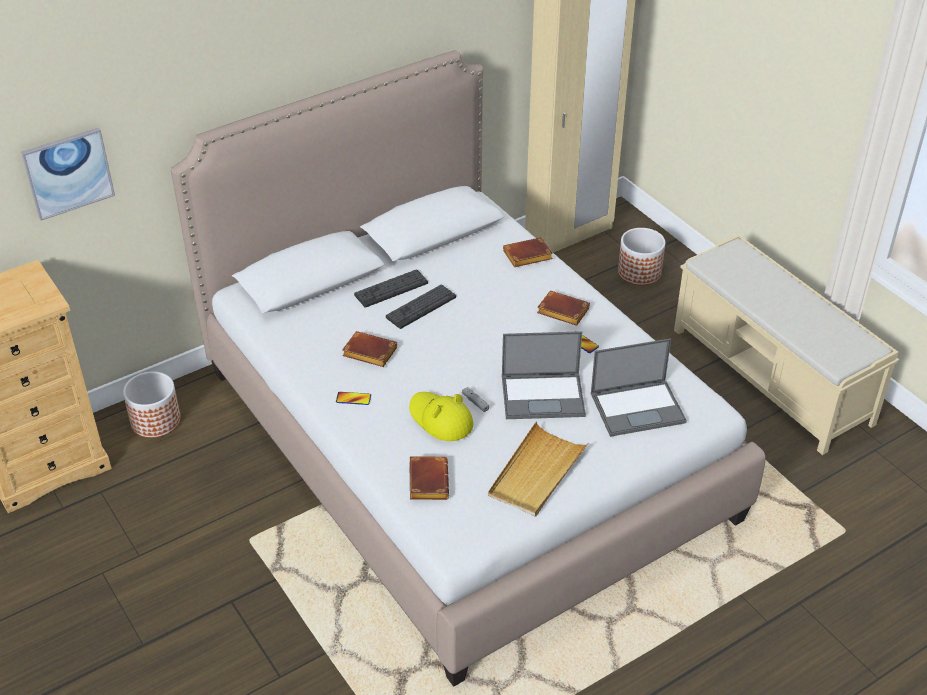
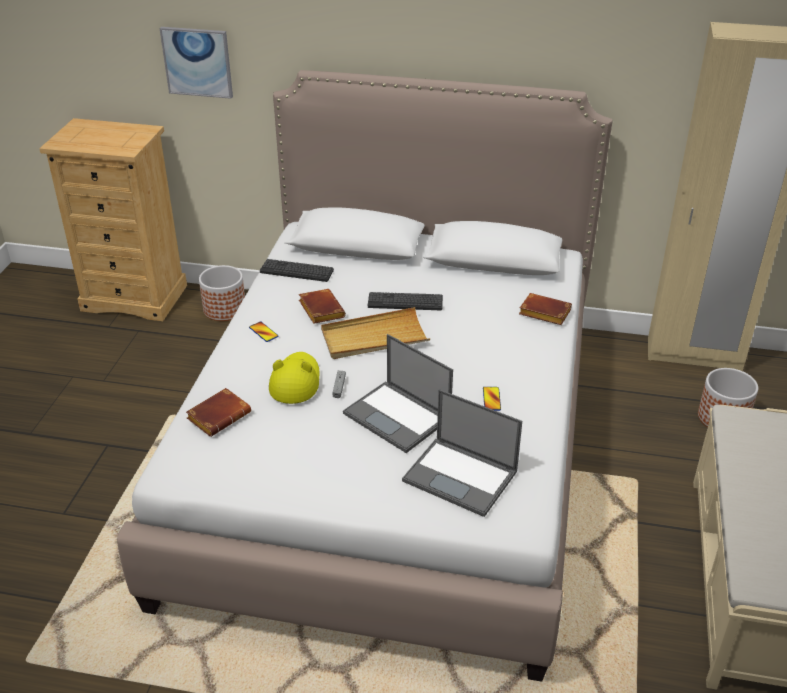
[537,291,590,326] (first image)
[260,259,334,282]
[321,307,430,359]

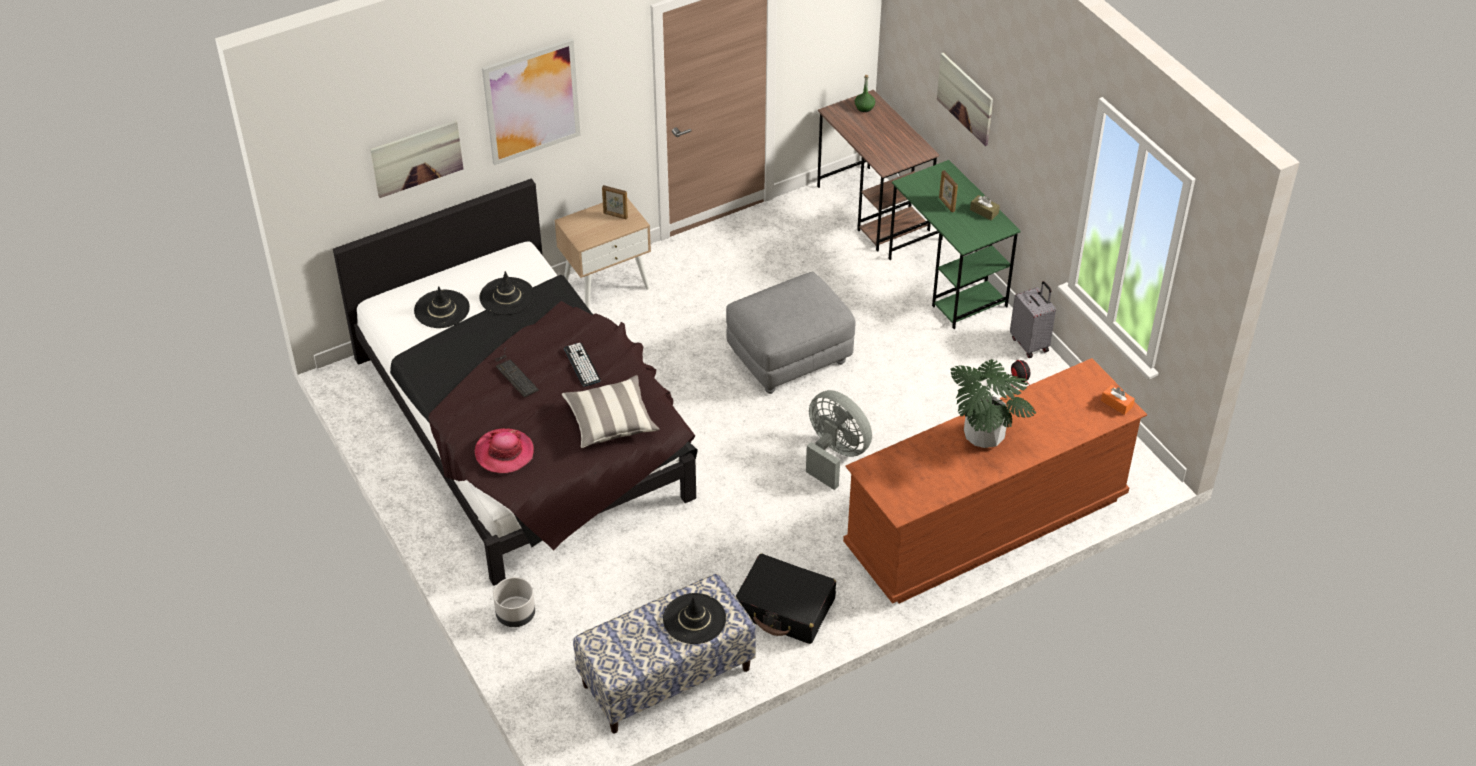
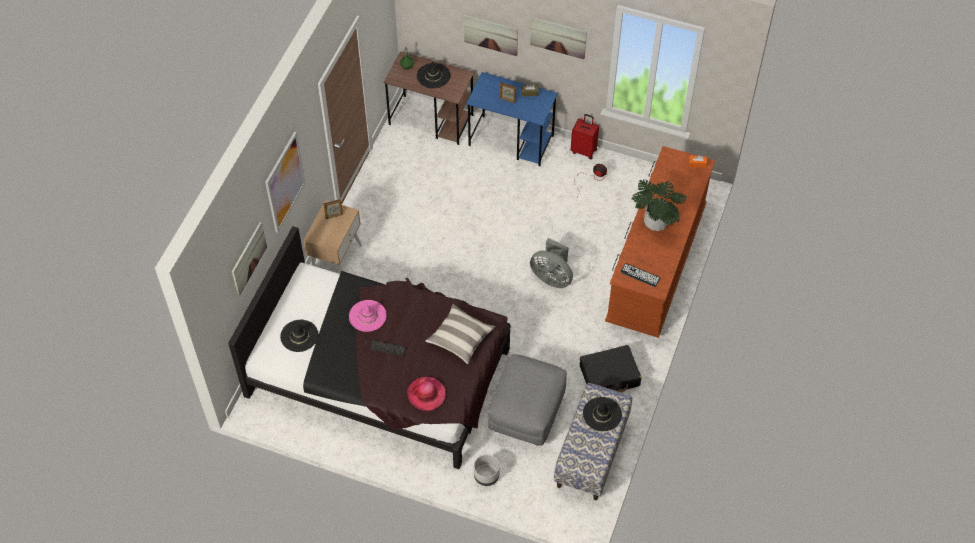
[349,300,387,332]
[530,17,587,59]
[417,61,451,89]
[620,263,660,287]
[488,354,567,446]
[466,72,558,166]
[571,114,599,159]
[530,238,573,288]

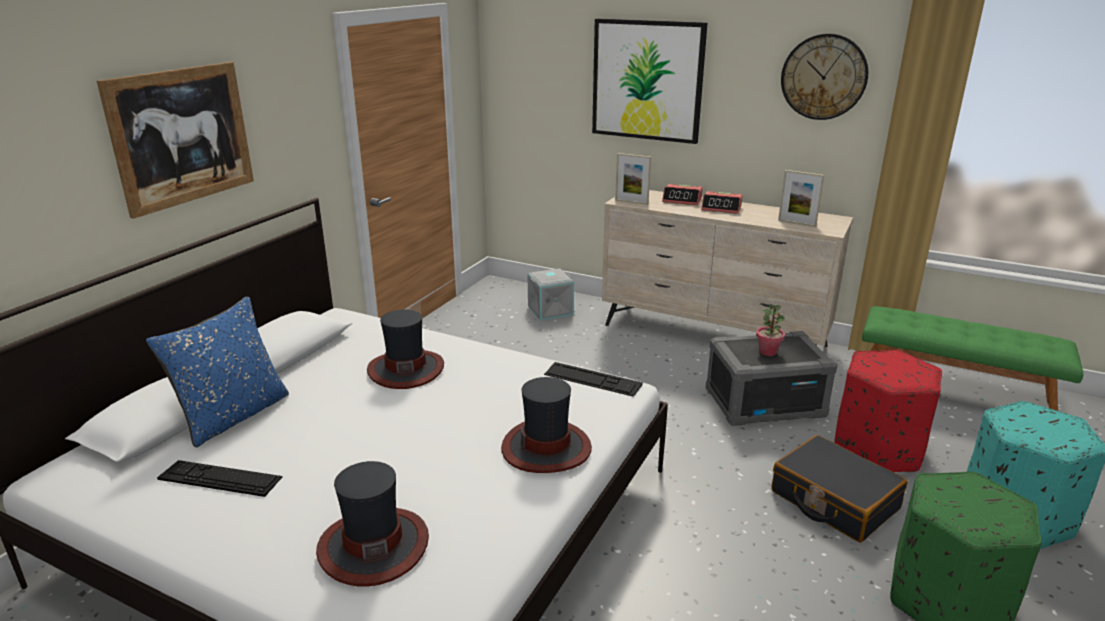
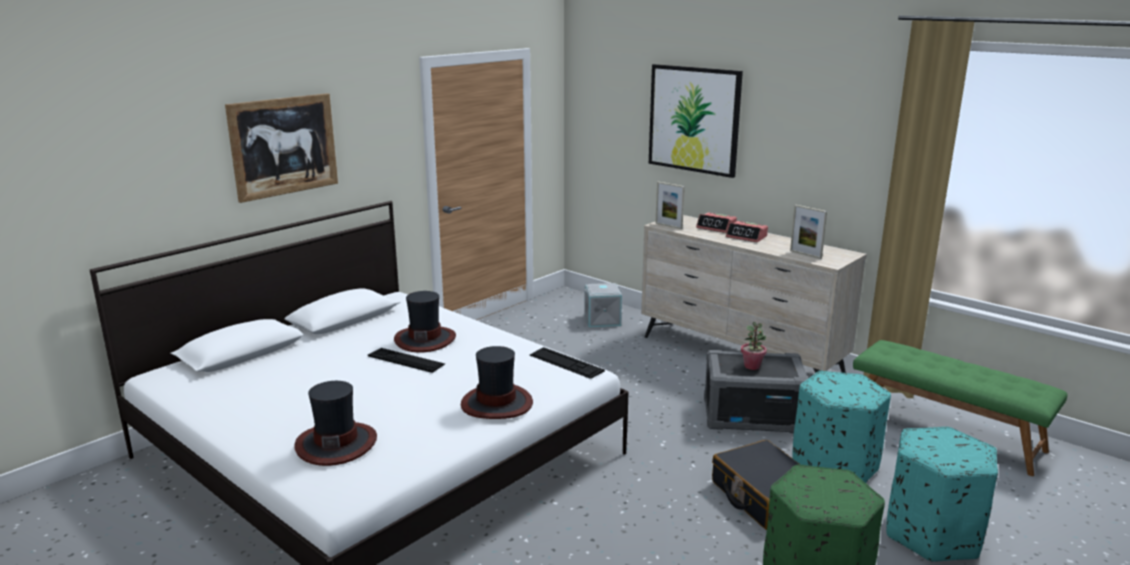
[146,297,289,447] (first image)
[781,34,868,120] (first image)
[368,348,445,373]
[792,371,891,483]

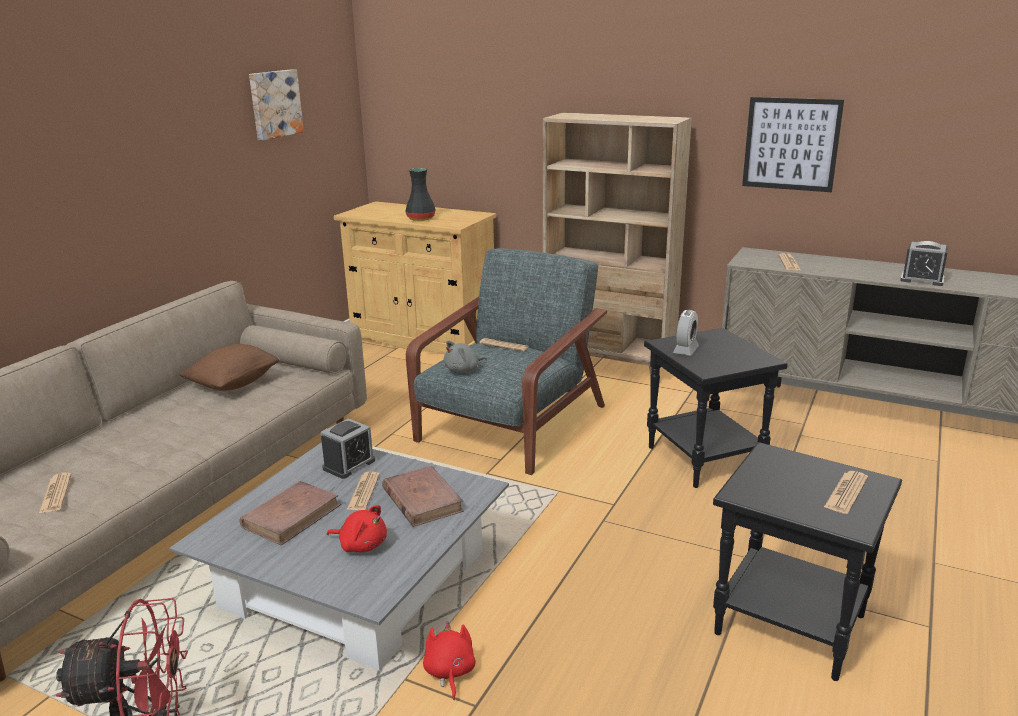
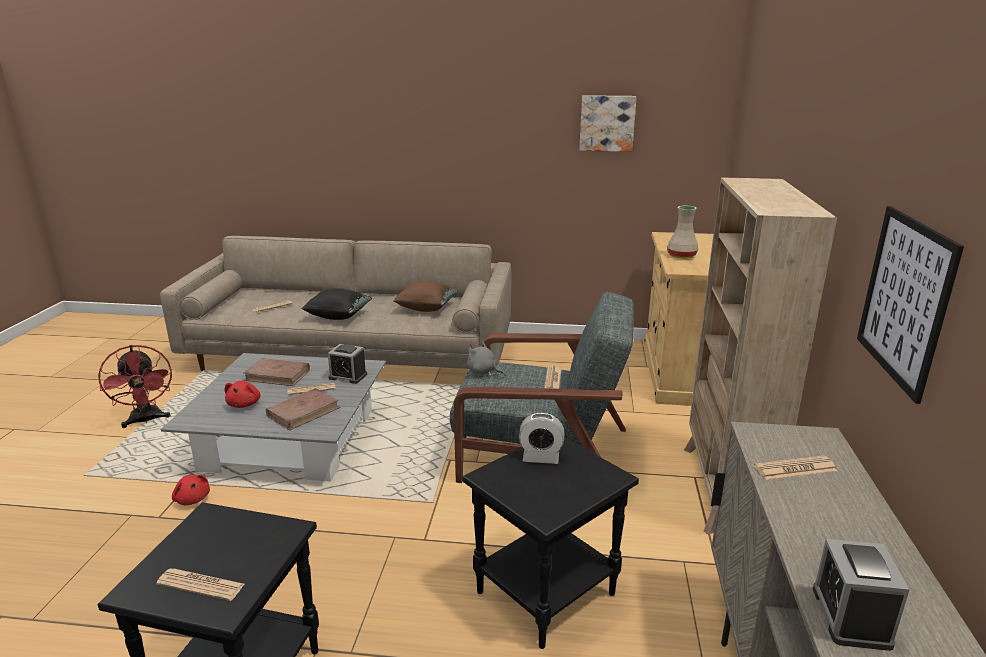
[302,288,373,320]
[667,206,699,259]
[172,475,210,505]

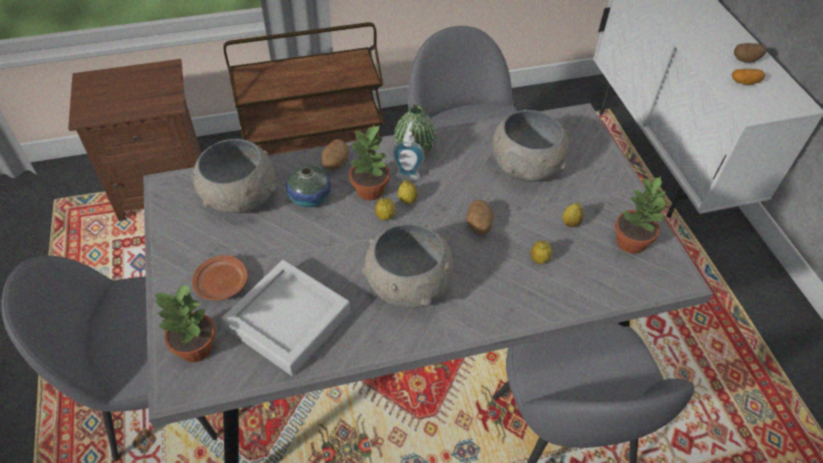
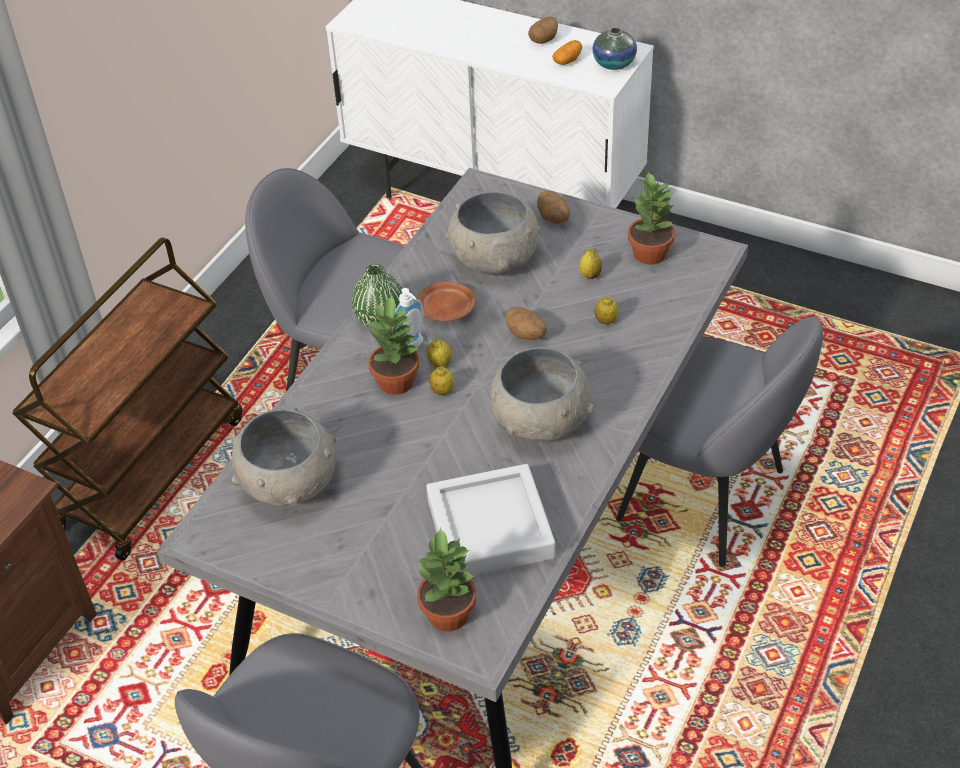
[418,282,475,322]
[593,28,637,70]
[537,191,570,224]

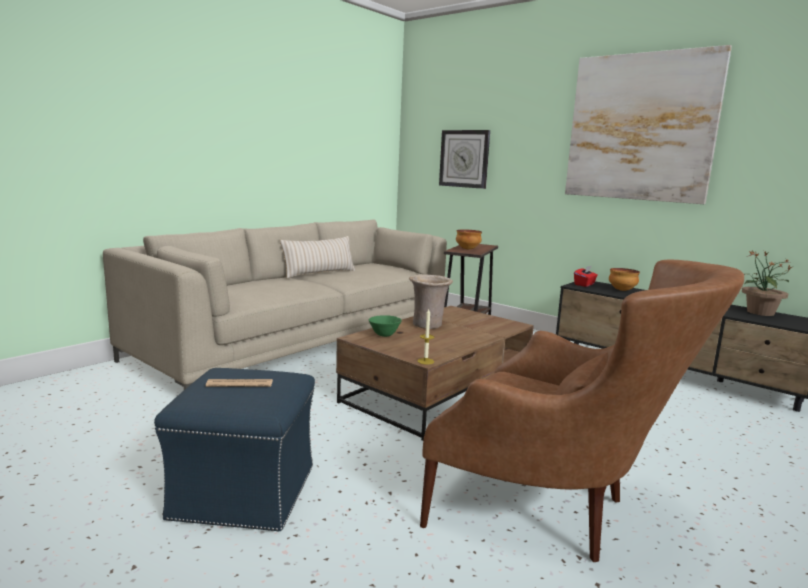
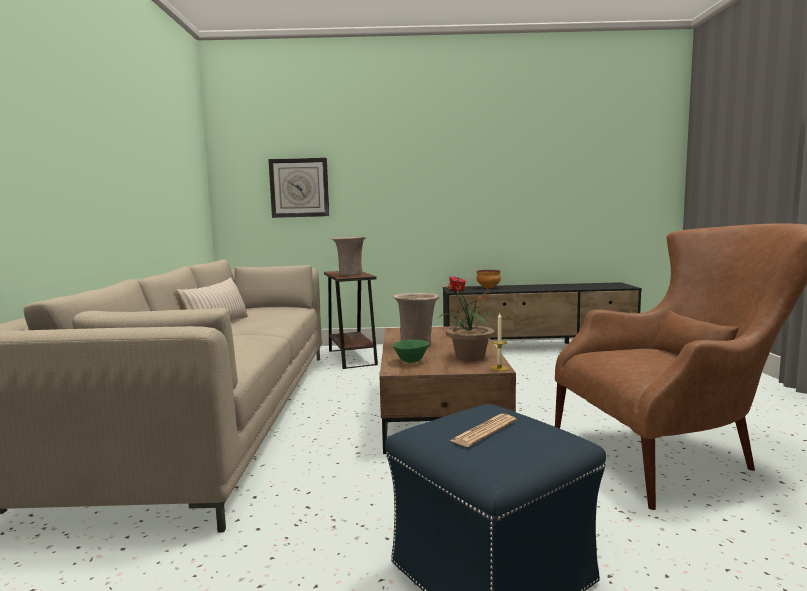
[565,45,732,204] (first image)
[439,283,494,361]
[332,237,366,276]

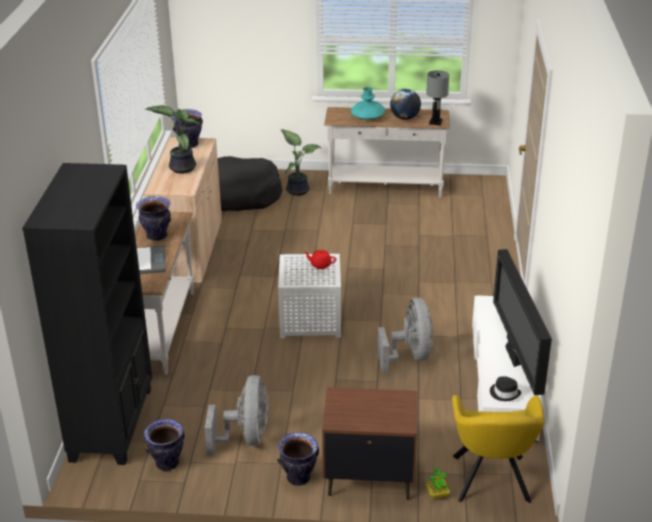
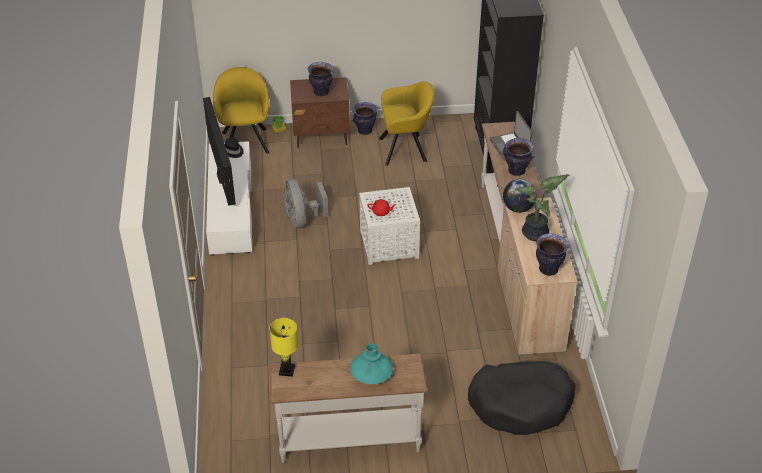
[281,129,321,196] (first image)
[308,62,333,96]
[503,179,537,213]
[379,81,434,166]
[270,318,299,376]

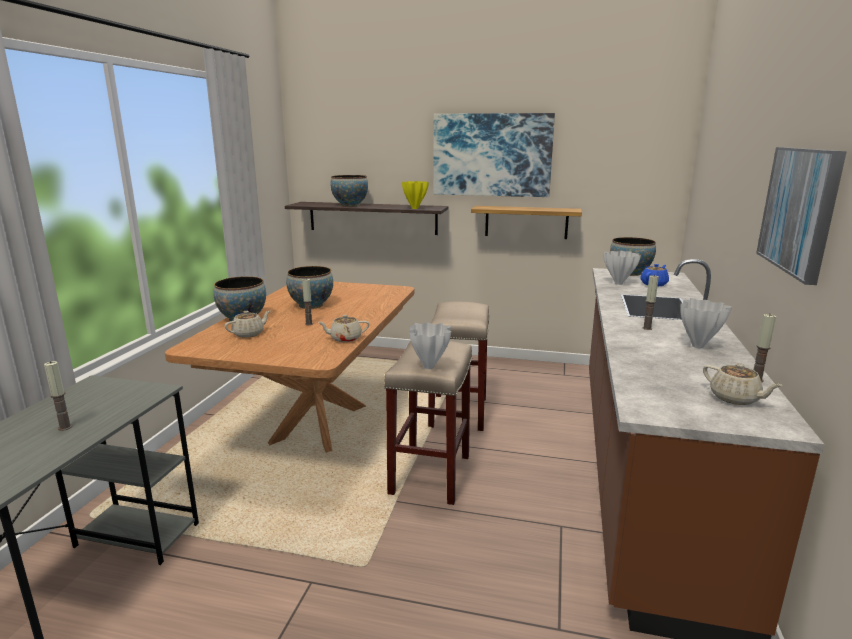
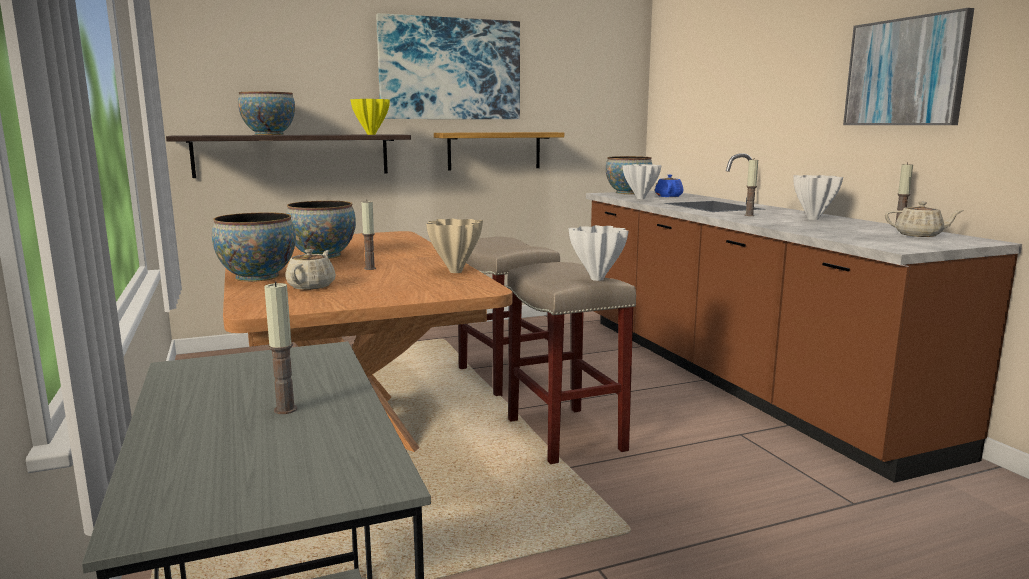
[426,219,483,273]

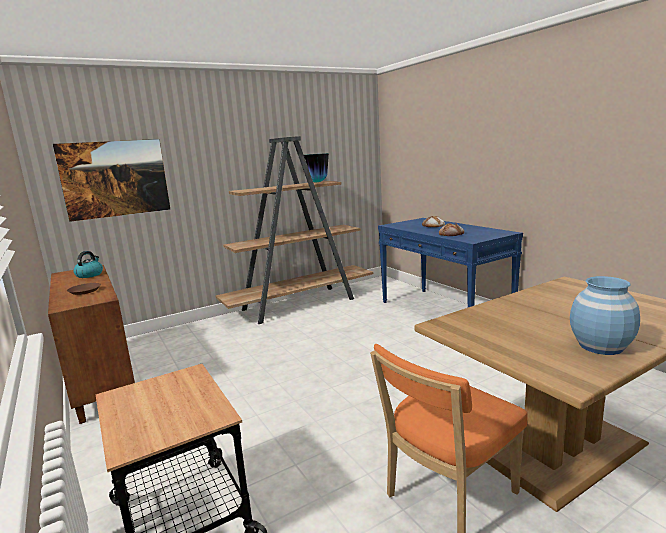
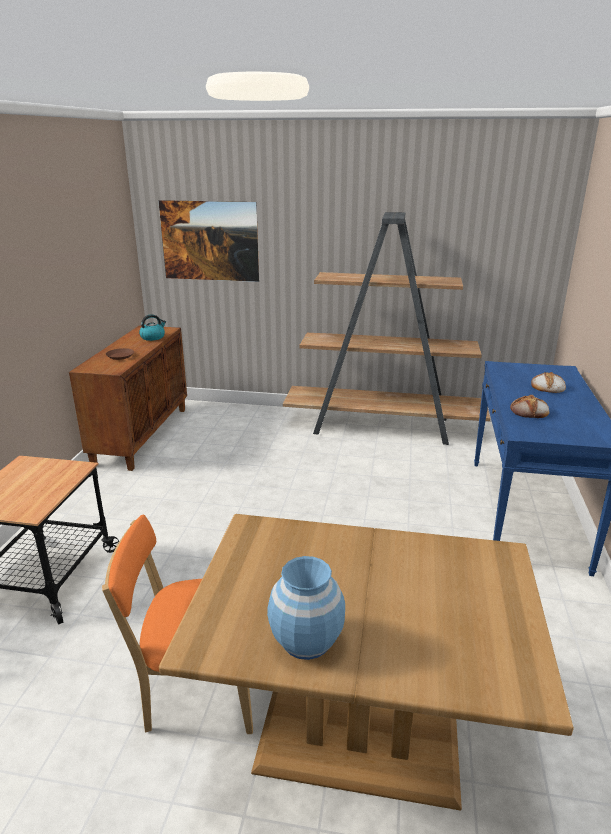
[304,153,329,183] (first image)

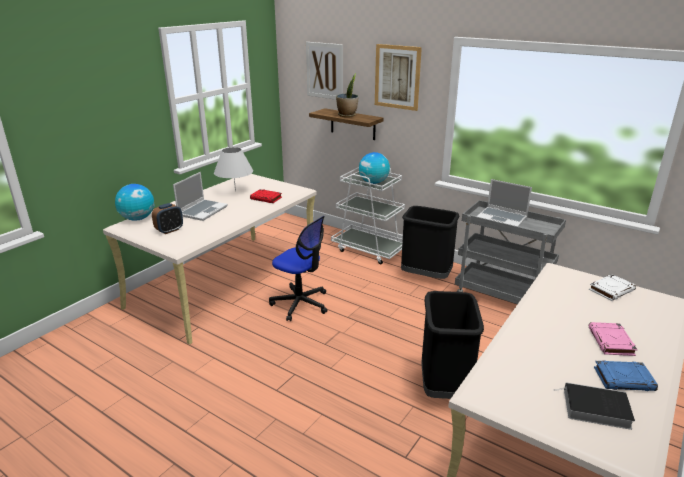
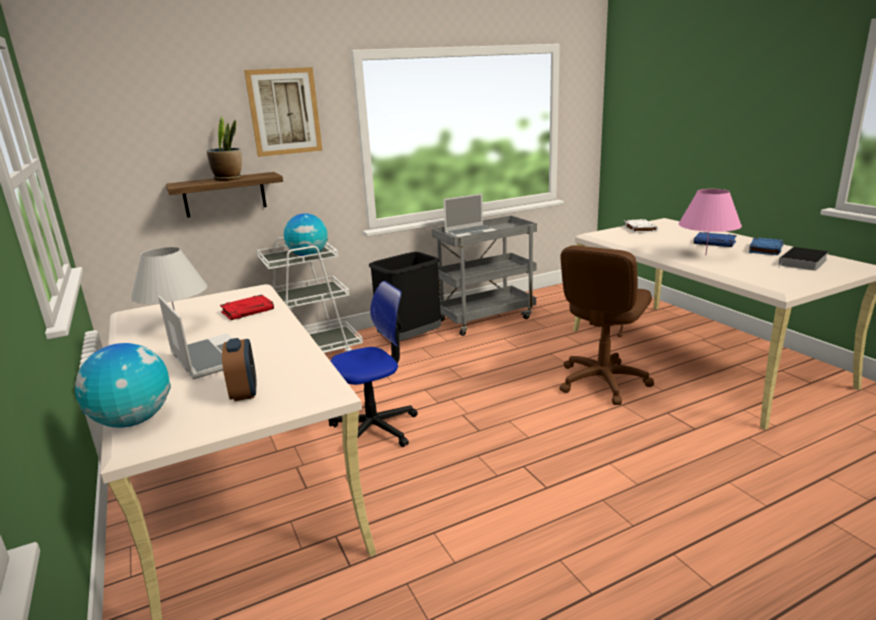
[306,42,343,100] (first image)
[678,189,742,255]
[559,245,654,405]
[694,232,737,247]

